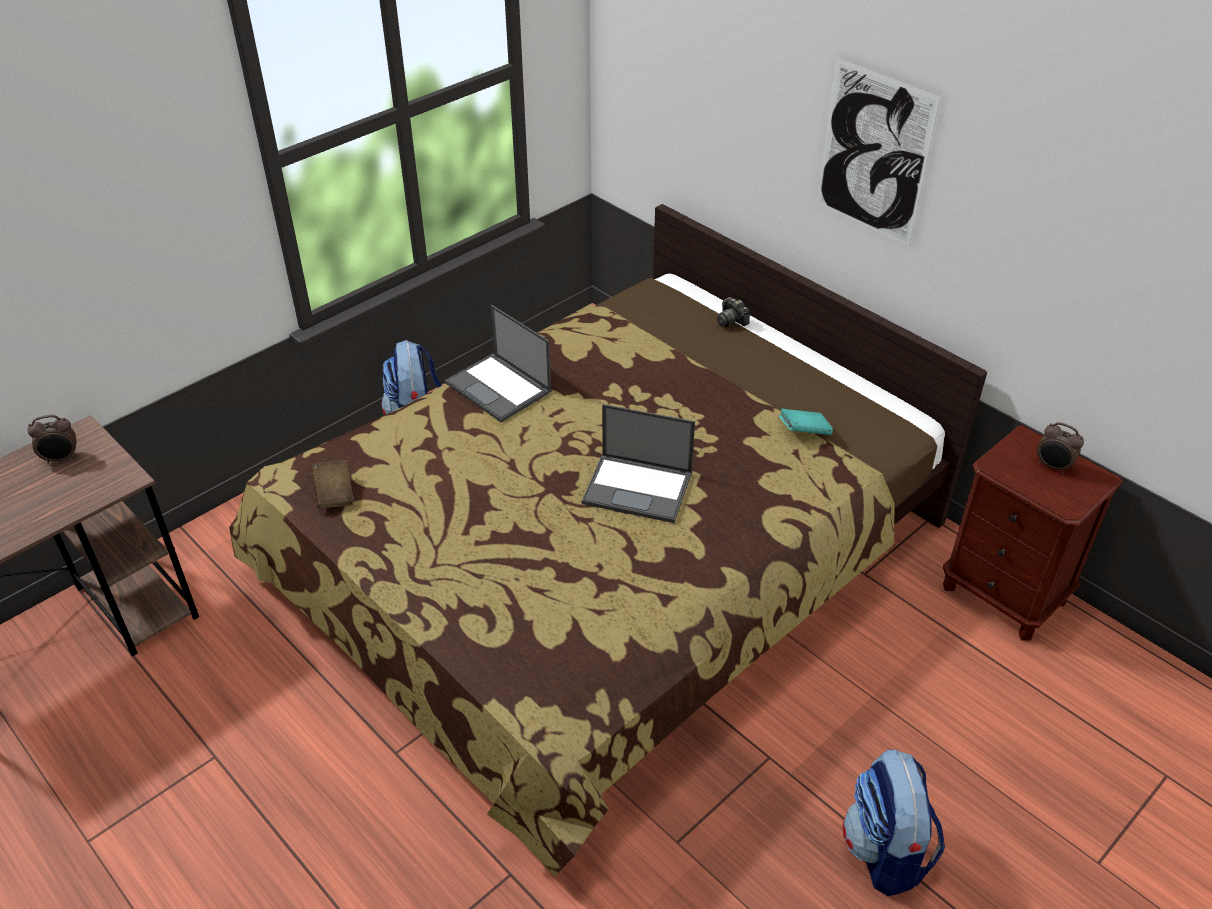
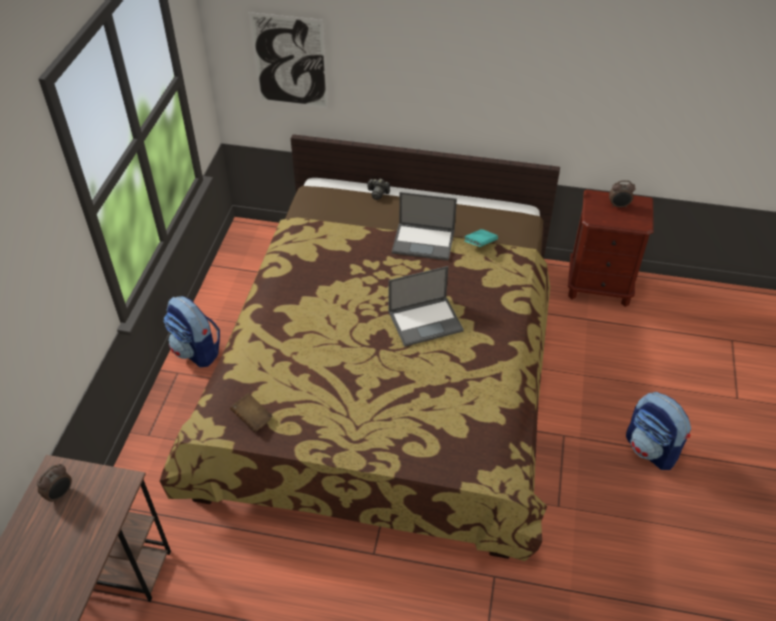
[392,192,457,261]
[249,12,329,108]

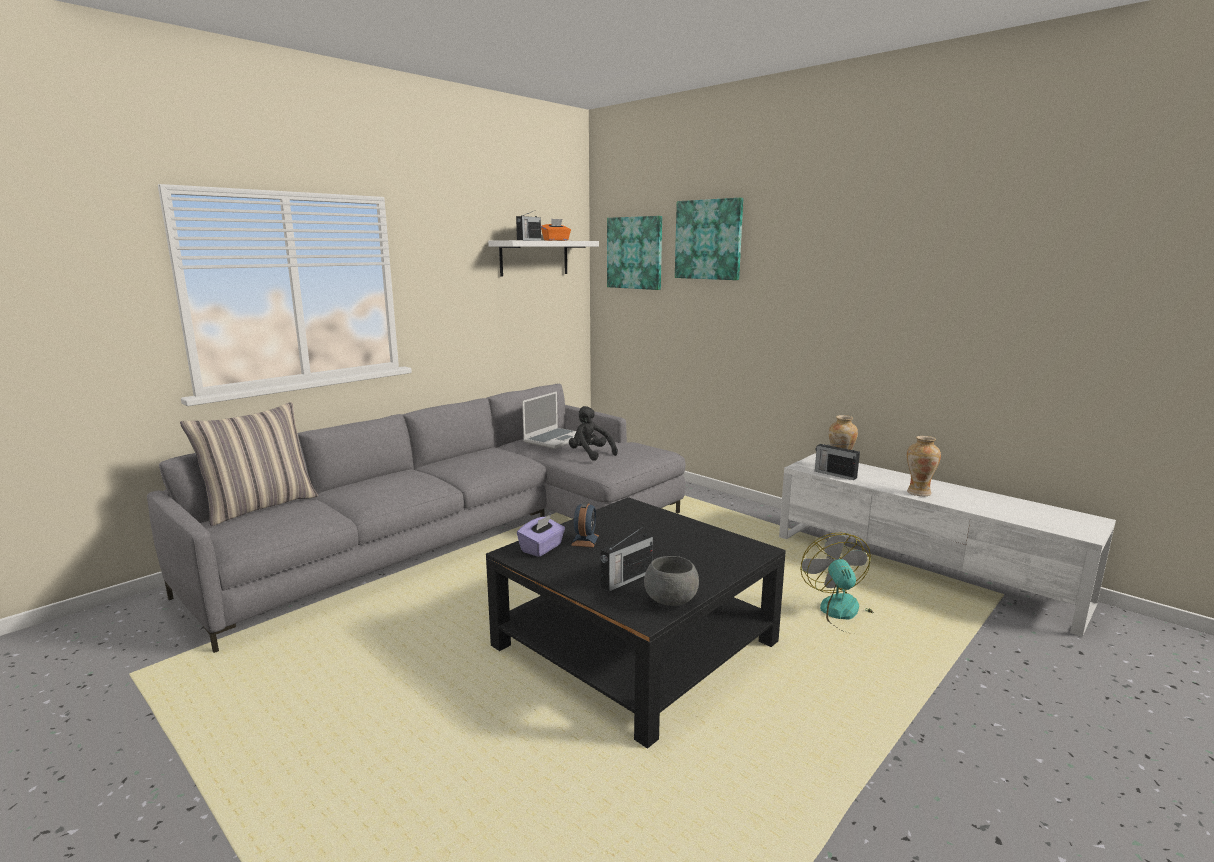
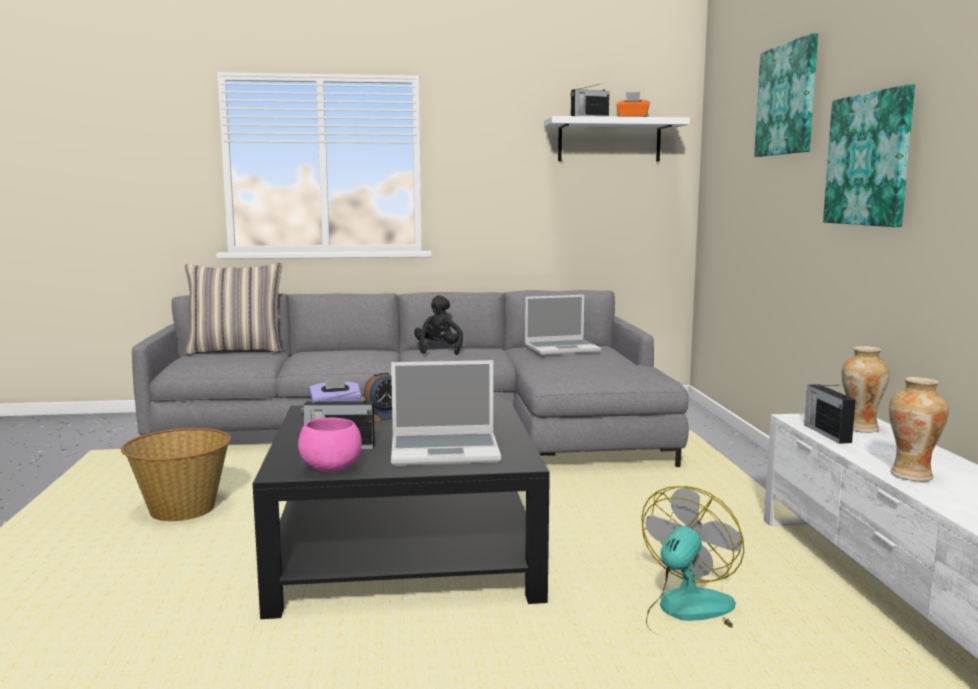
[121,428,231,521]
[391,360,501,466]
[414,295,463,355]
[823,84,915,227]
[298,418,362,472]

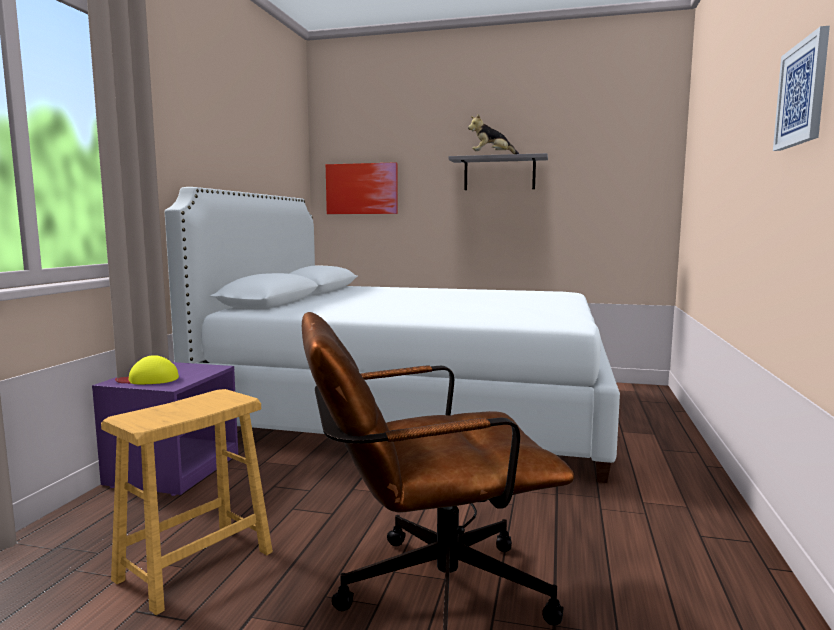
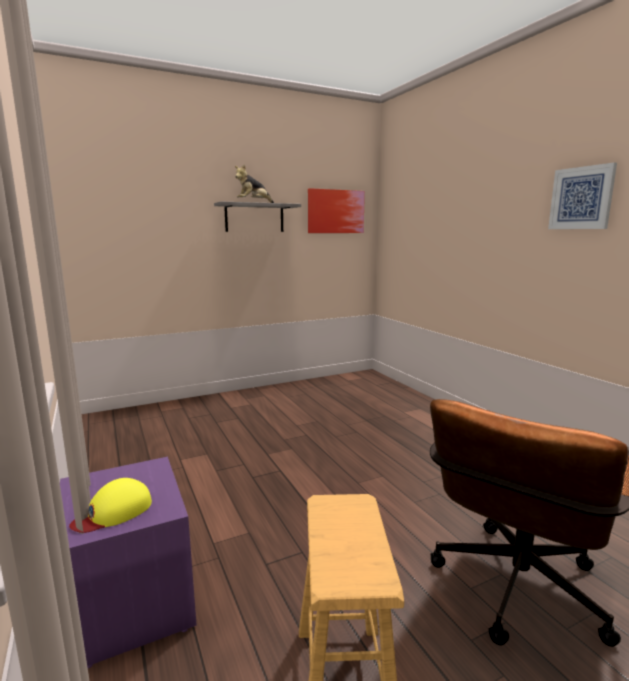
[165,187,620,483] (first image)
[308,188,365,233]

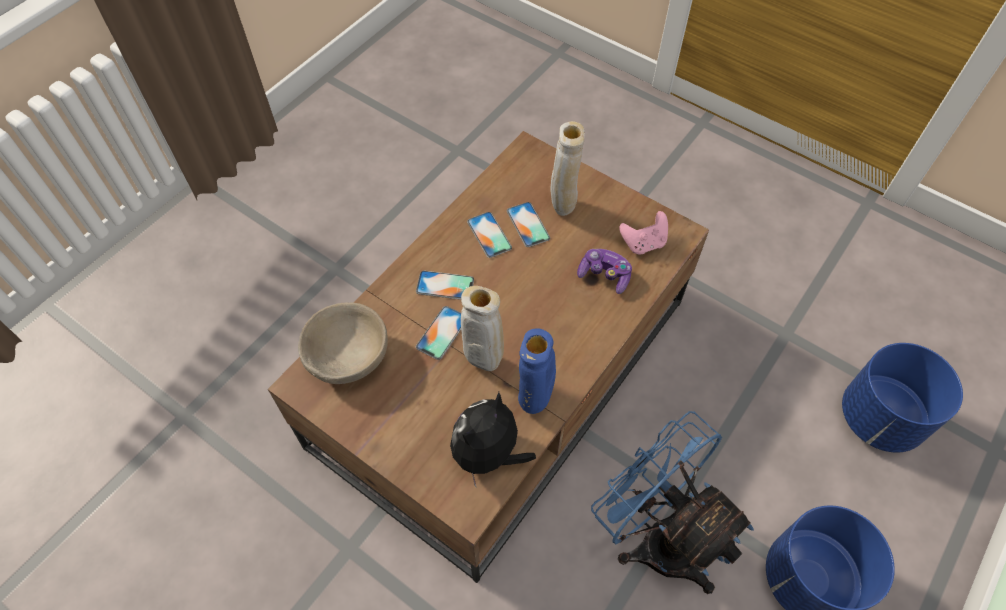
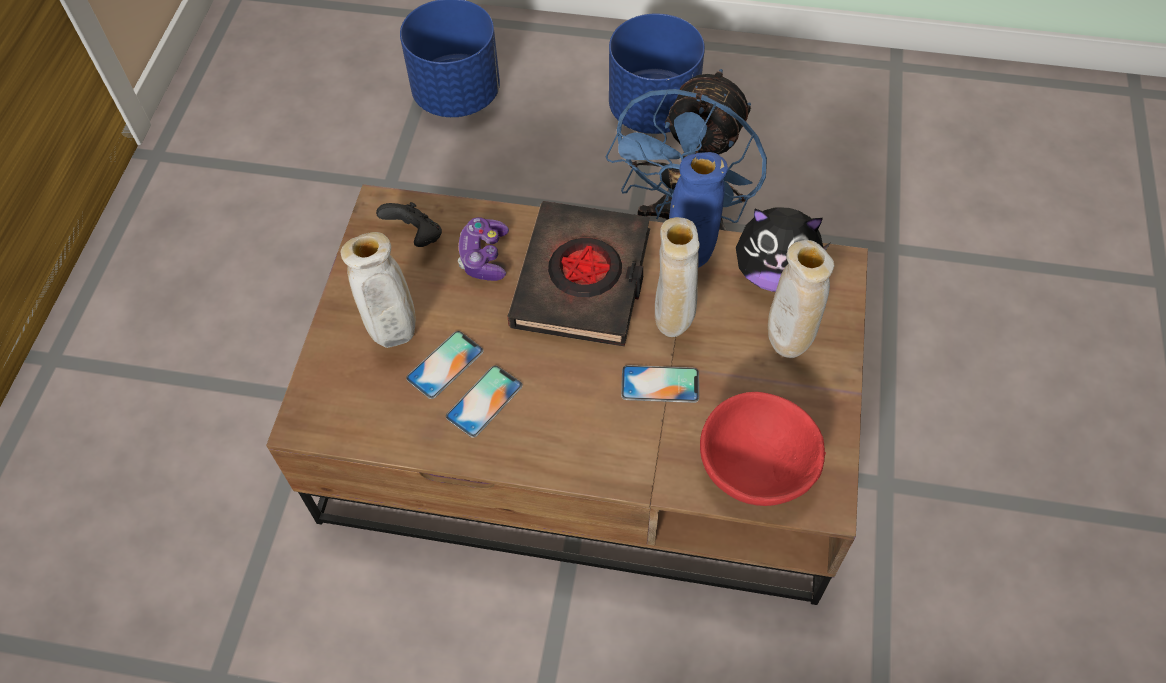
[416,271,474,300] (first image)
[507,201,650,347]
[768,240,834,358]
[700,392,826,506]
[376,202,442,247]

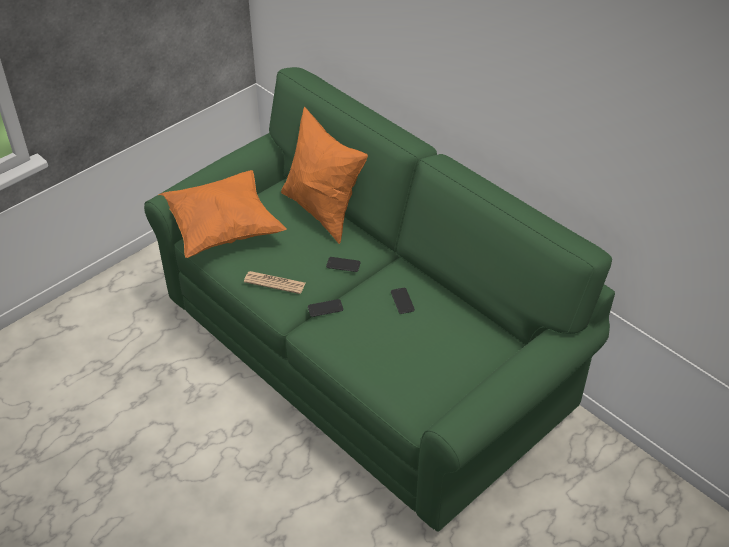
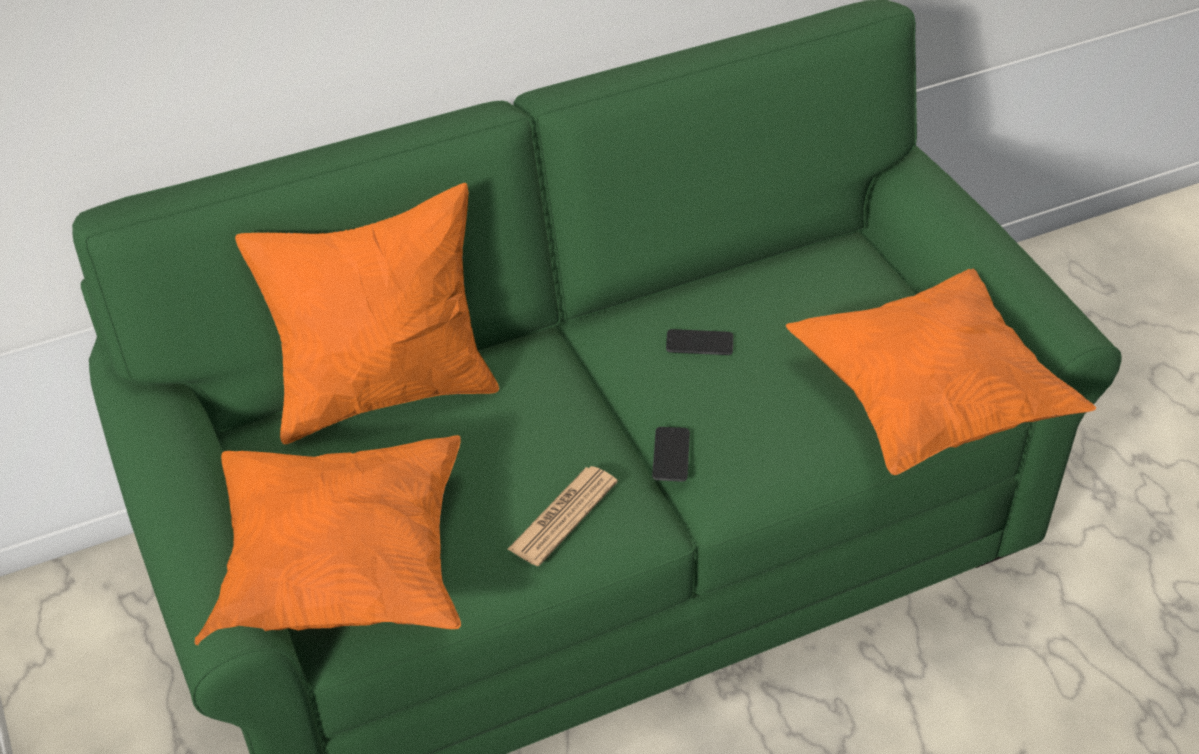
[326,257,361,272] (first image)
[786,269,1096,475]

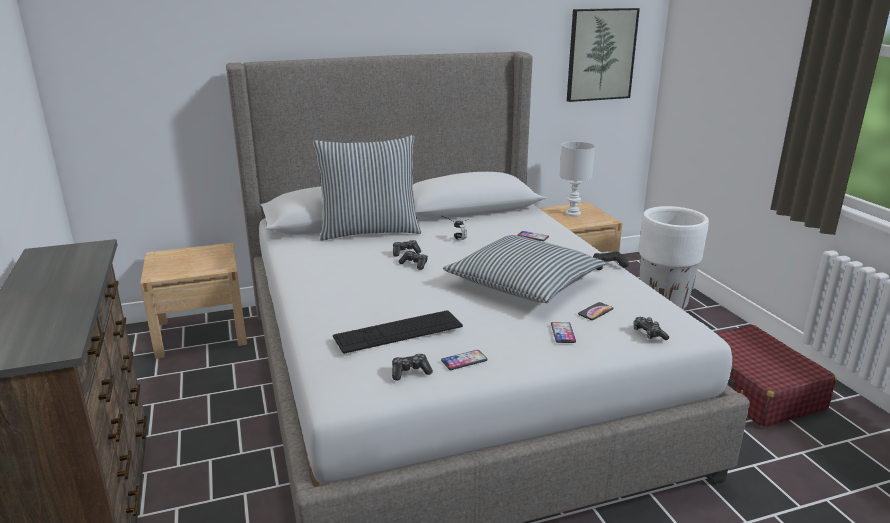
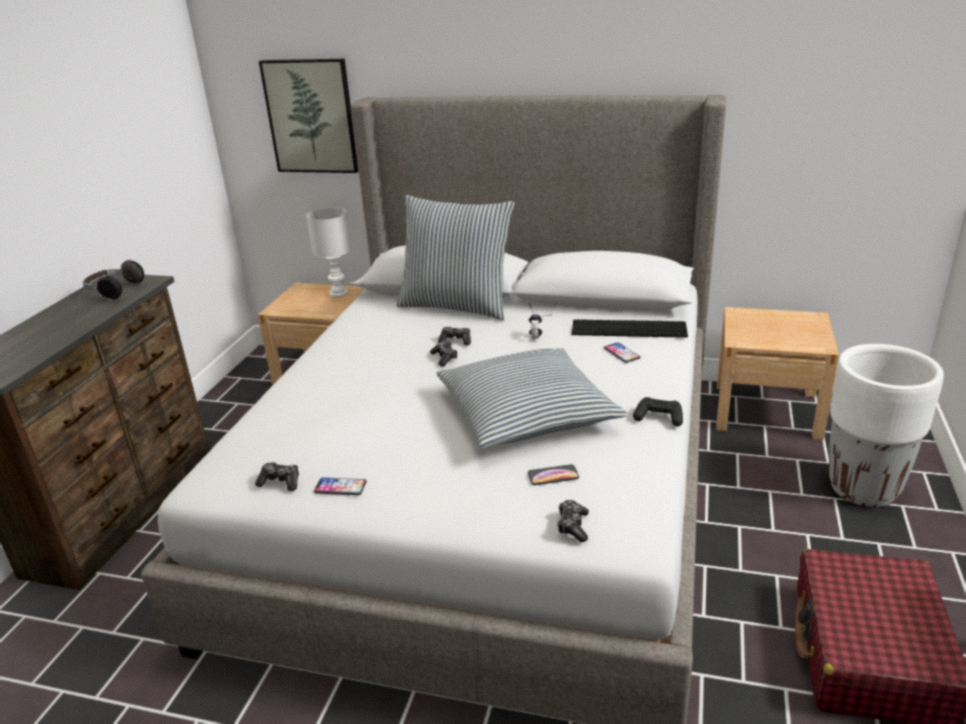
[551,322,576,343] (first image)
[83,259,144,301]
[572,319,688,338]
[306,207,352,297]
[259,59,359,173]

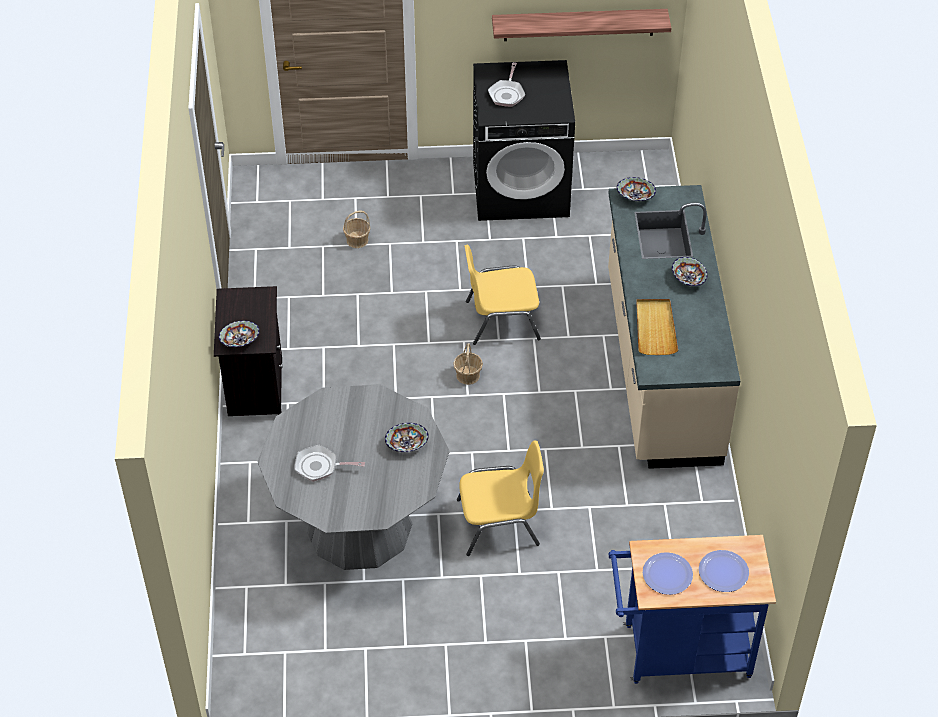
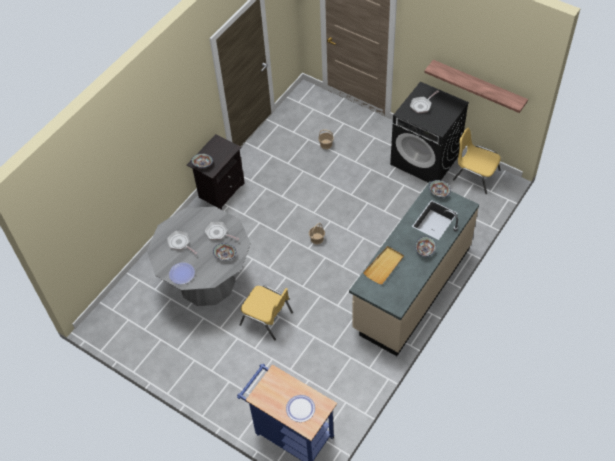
[204,222,239,240]
[453,128,501,194]
[169,262,195,284]

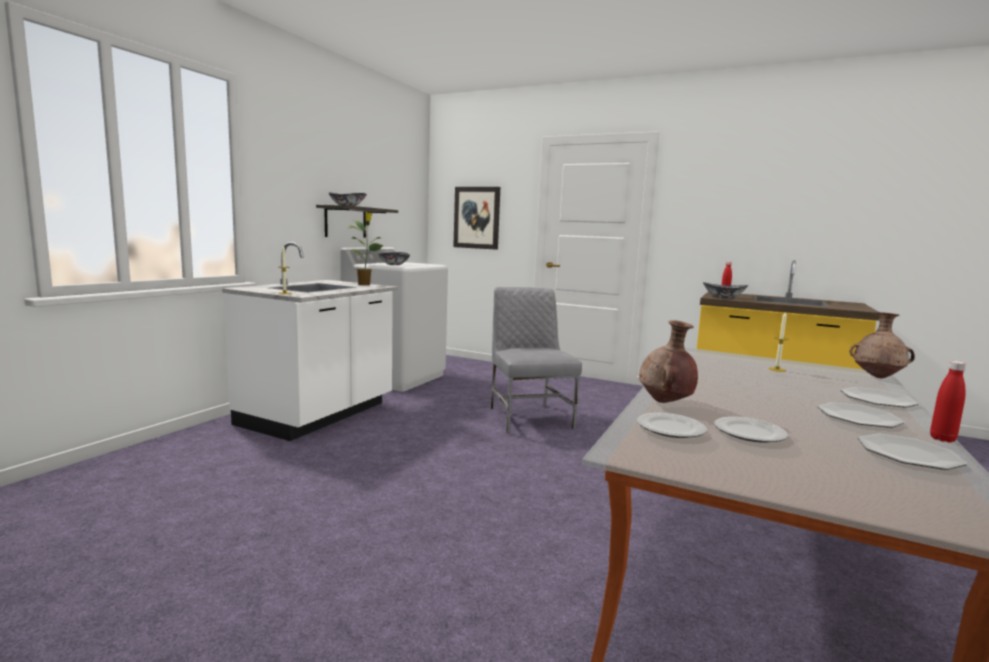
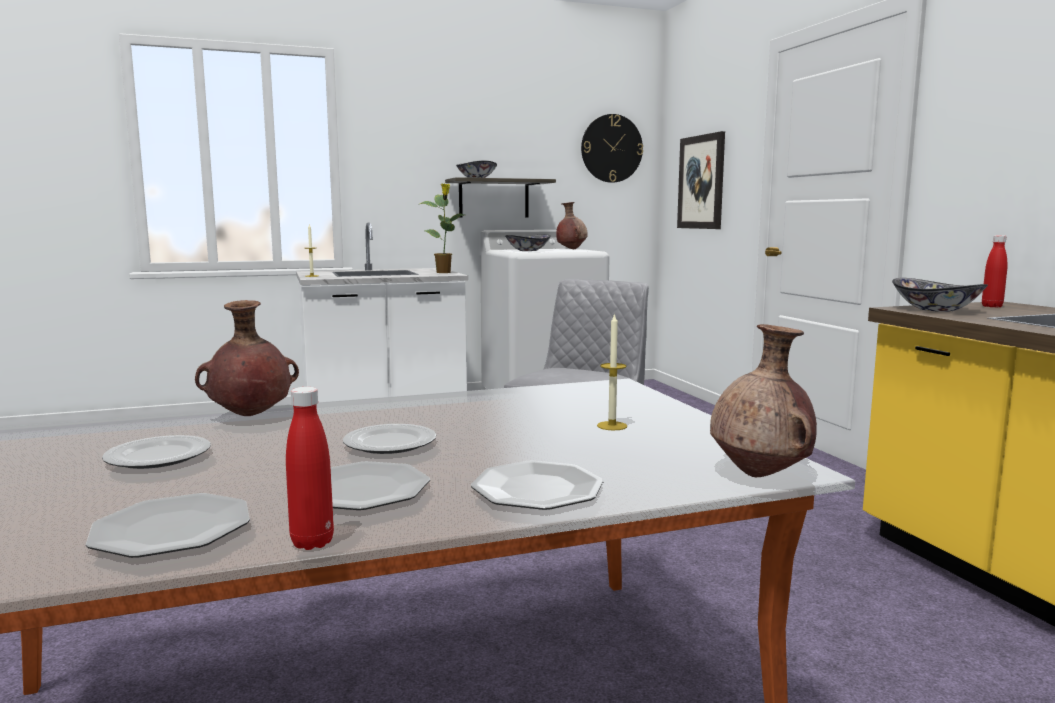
[556,202,588,249]
[581,114,643,183]
[343,424,436,454]

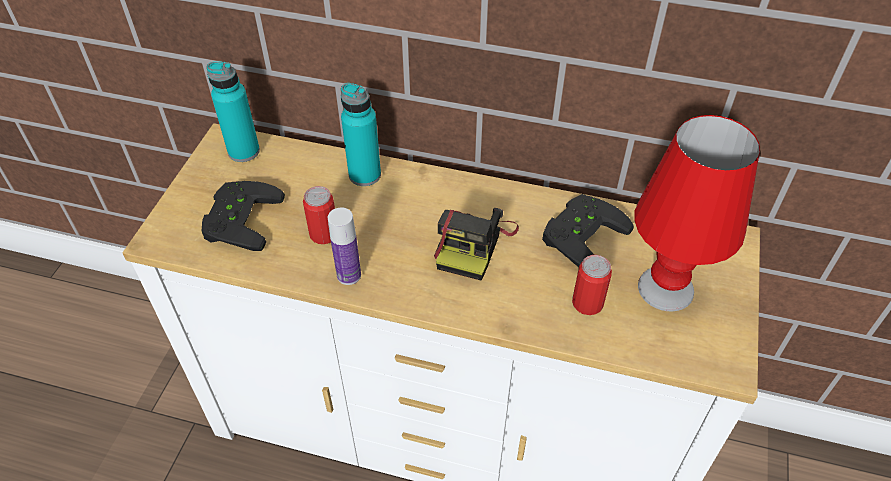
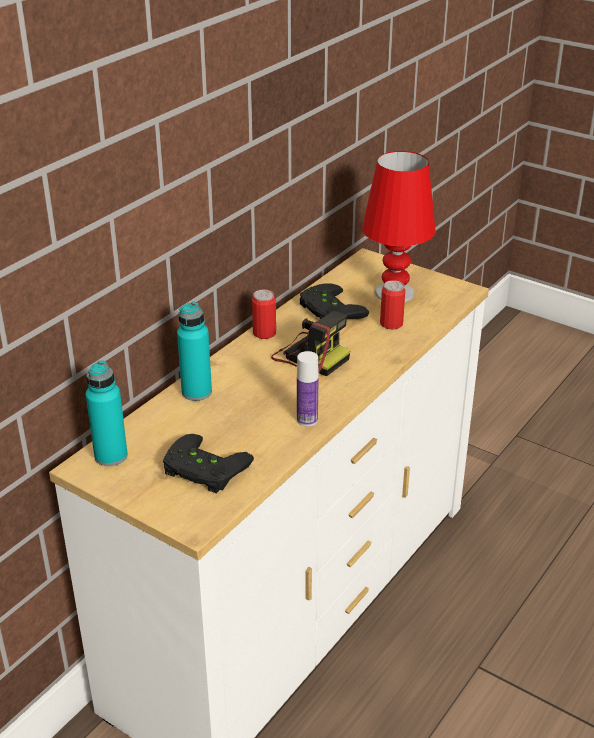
[252,289,276,339]

